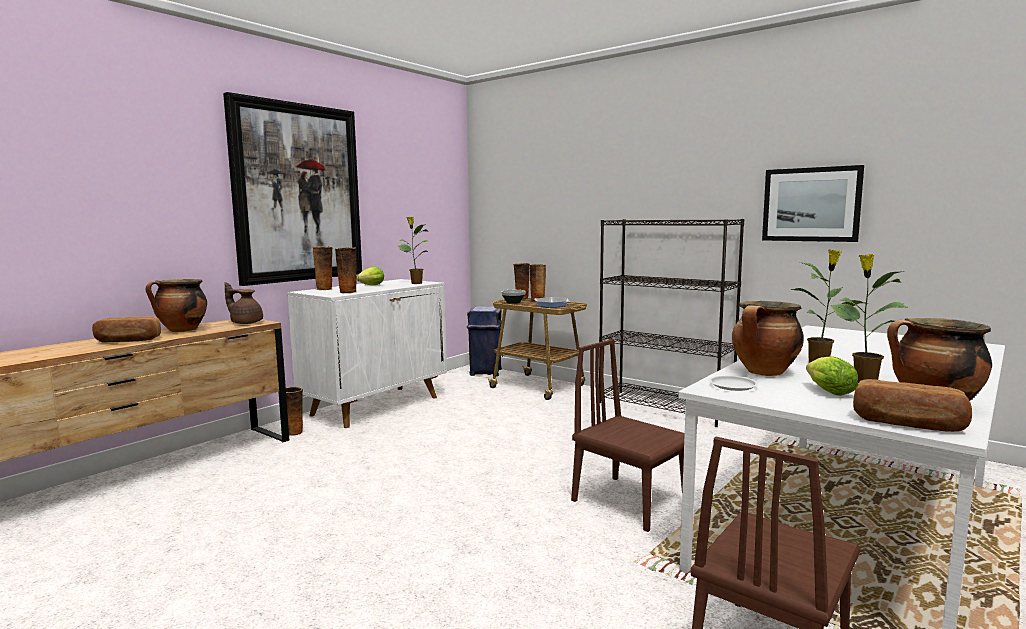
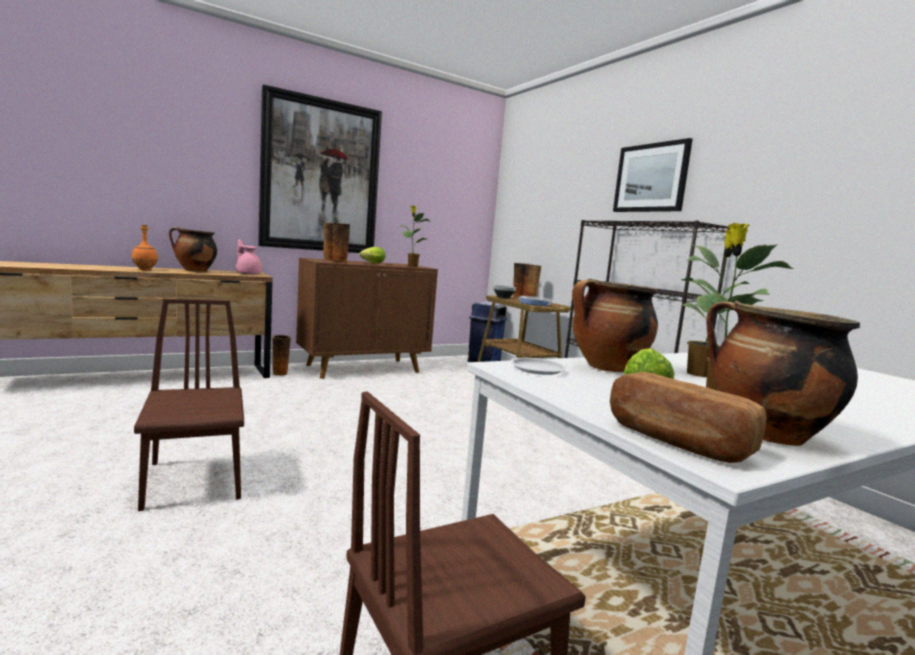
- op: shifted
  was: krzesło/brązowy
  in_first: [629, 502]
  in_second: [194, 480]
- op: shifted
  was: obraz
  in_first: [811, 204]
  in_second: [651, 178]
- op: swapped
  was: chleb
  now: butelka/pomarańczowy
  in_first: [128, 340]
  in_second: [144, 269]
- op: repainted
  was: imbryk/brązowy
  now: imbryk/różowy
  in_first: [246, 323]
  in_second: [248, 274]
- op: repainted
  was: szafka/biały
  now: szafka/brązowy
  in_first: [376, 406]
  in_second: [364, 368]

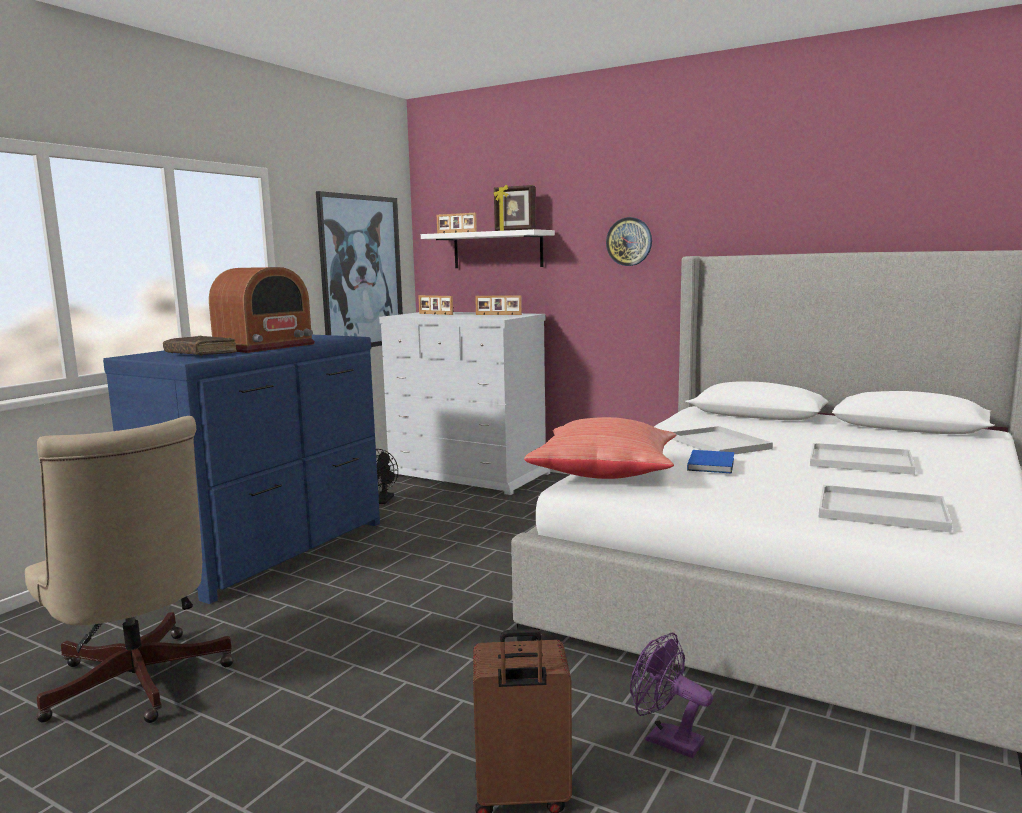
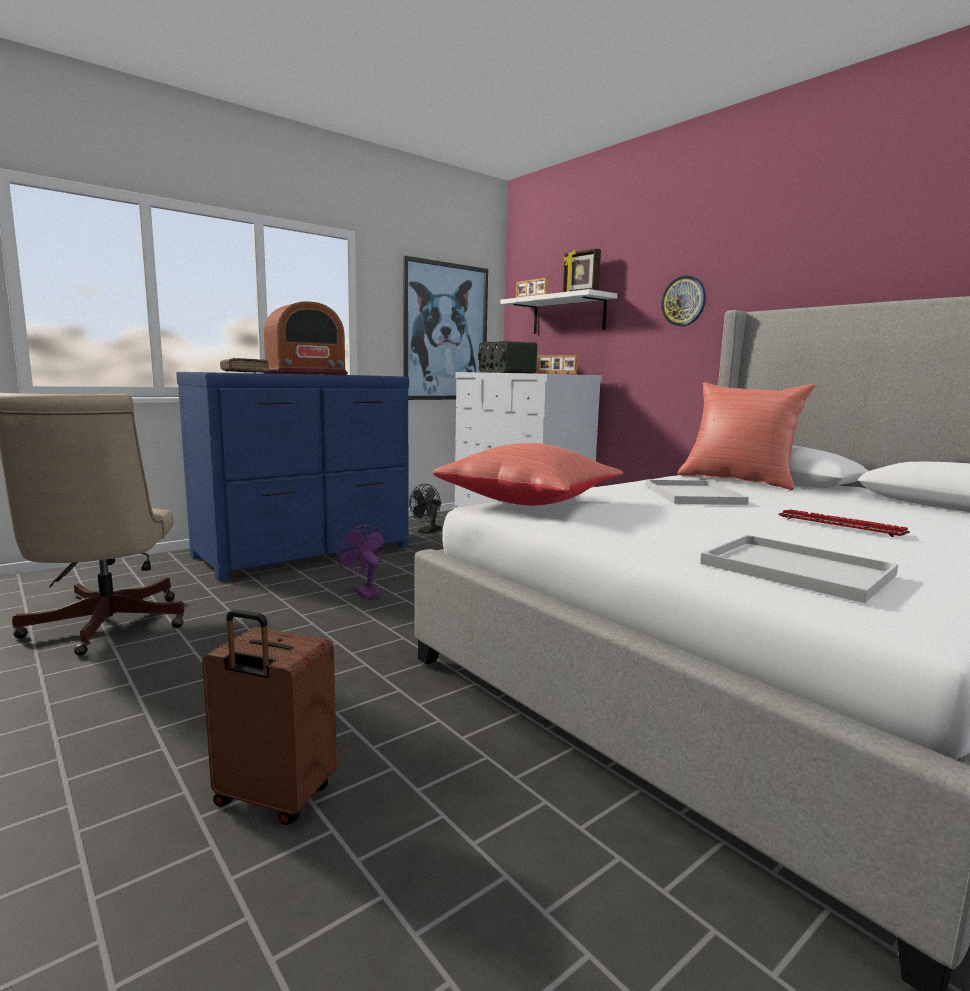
- op: gone
  was: książka/niebieski
  in_first: [712, 464]
- op: new
  now: poduszka/czerwony
  in_second: [738, 480]
- op: shifted
  was: wentylator/fioletowy
  in_first: [665, 740]
  in_second: [364, 591]
- op: swapped
  was: ramka na zdjęcie
  now: radio
  in_first: [435, 314]
  in_second: [505, 372]
- op: swapped
  was: taca/biały
  now: klawiatura
  in_first: [858, 461]
  in_second: [840, 525]

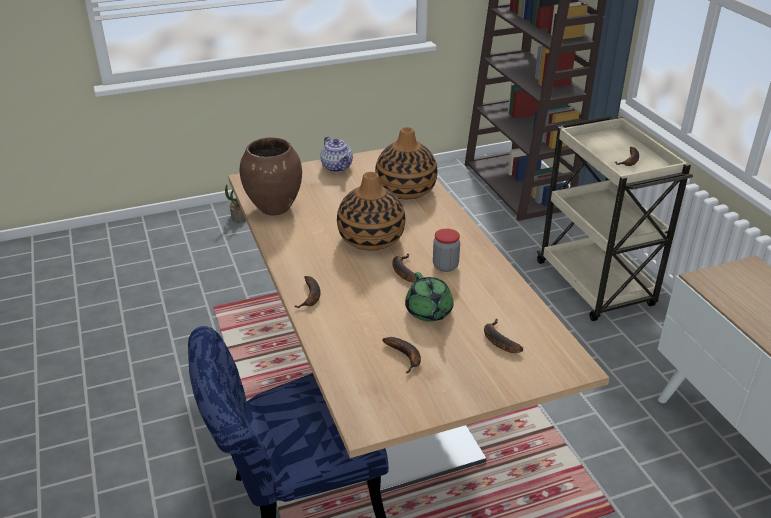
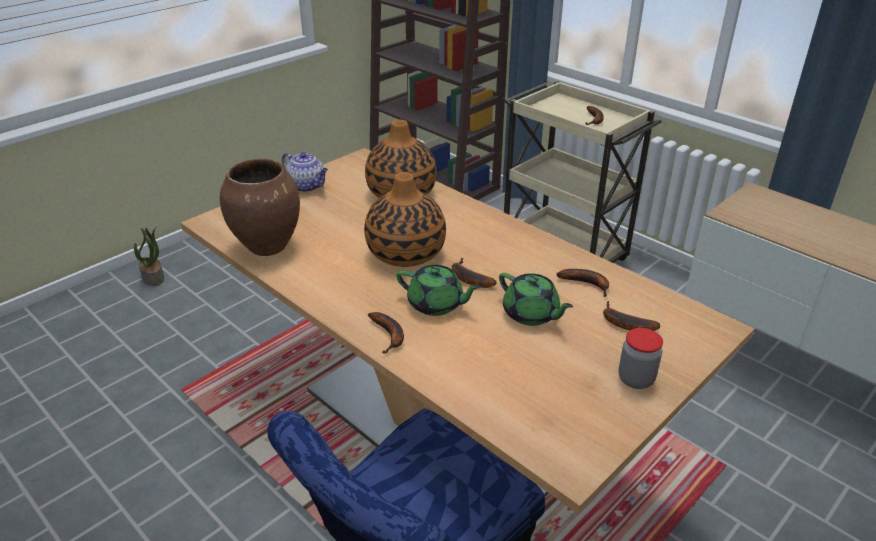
- op: new
  now: imbryk/zielony
  in_second: [436, 304]
- op: shifted
  was: banan
  in_first: [406, 356]
  in_second: [587, 284]
- op: shifted
  was: słoik
  in_first: [445, 266]
  in_second: [636, 379]

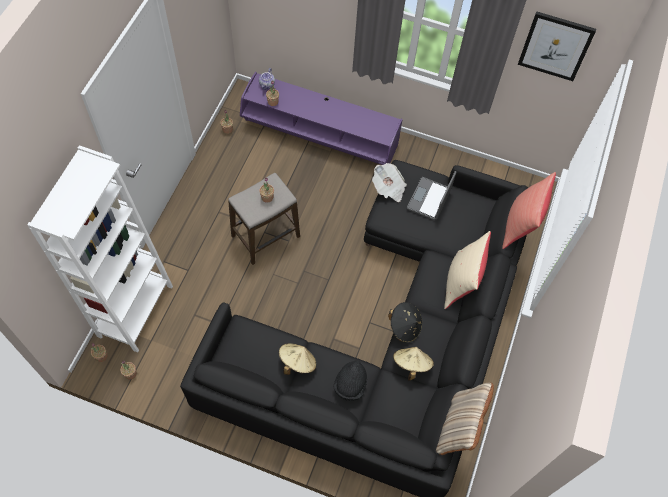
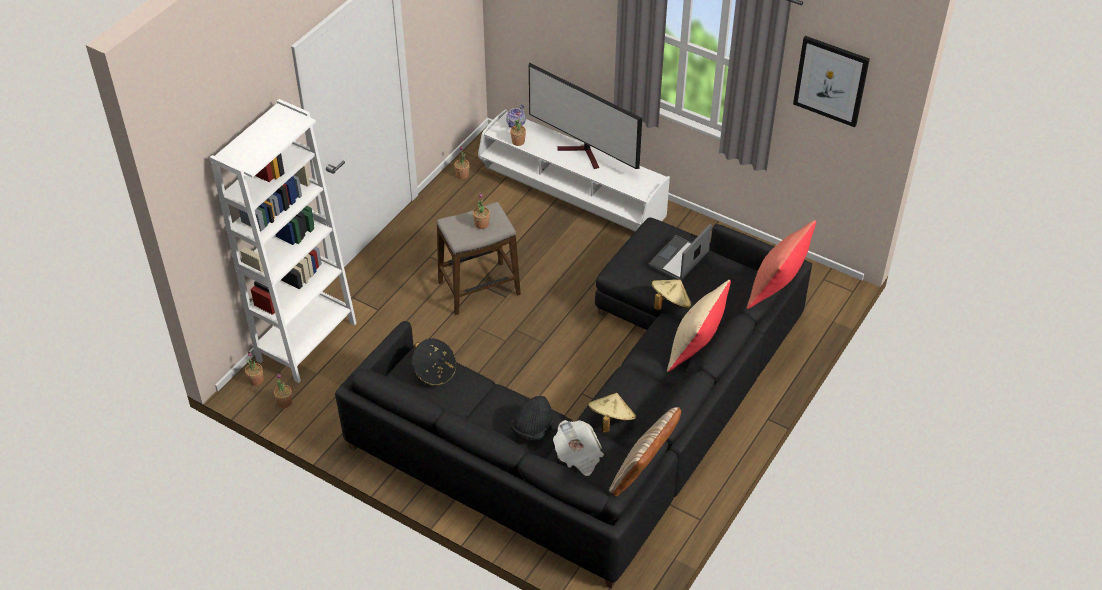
- op: new
  now: telewizor
  in_second: [584, 154]
- op: shifted
  was: kapelusz/beżowy
  in_first: [297, 362]
  in_second: [670, 304]
- op: shifted
  was: gazeta
  in_first: [388, 188]
  in_second: [578, 456]
- op: shifted
  was: kapelusz/czarny
  in_first: [404, 326]
  in_second: [434, 372]
- op: repainted
  was: szafka pod telewizor/fioletowy
  now: szafka pod telewizor/biały
  in_first: [319, 136]
  in_second: [572, 195]

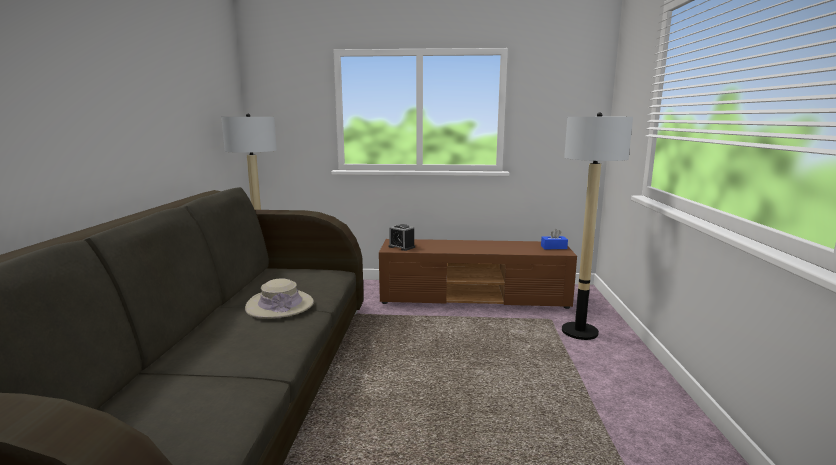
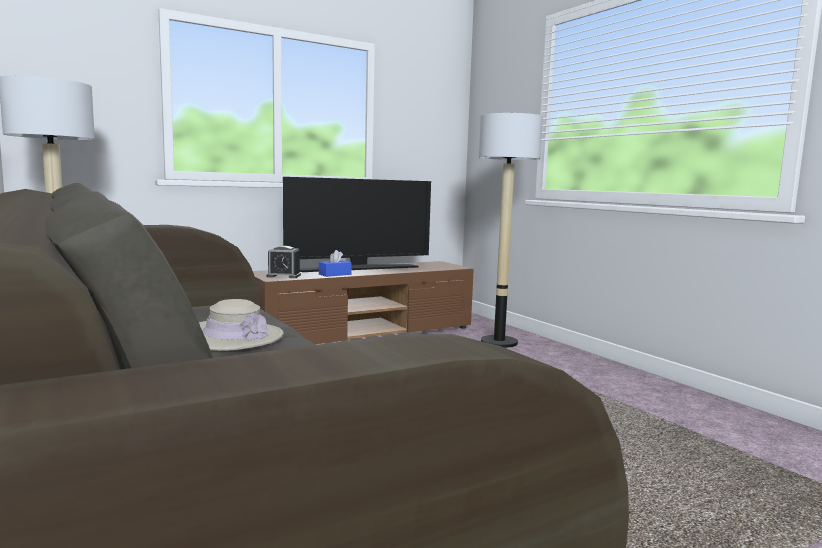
- op: new
  now: telewizor
  in_second: [359, 269]
- op: shifted
  was: pudełko chusteczek/niebieski
  in_first: [553, 247]
  in_second: [335, 274]

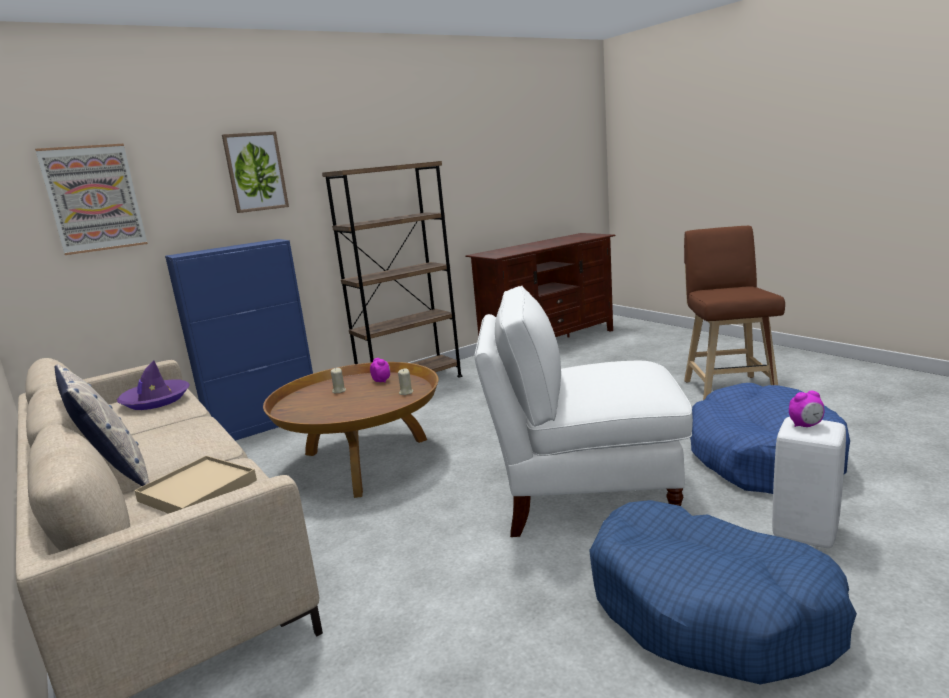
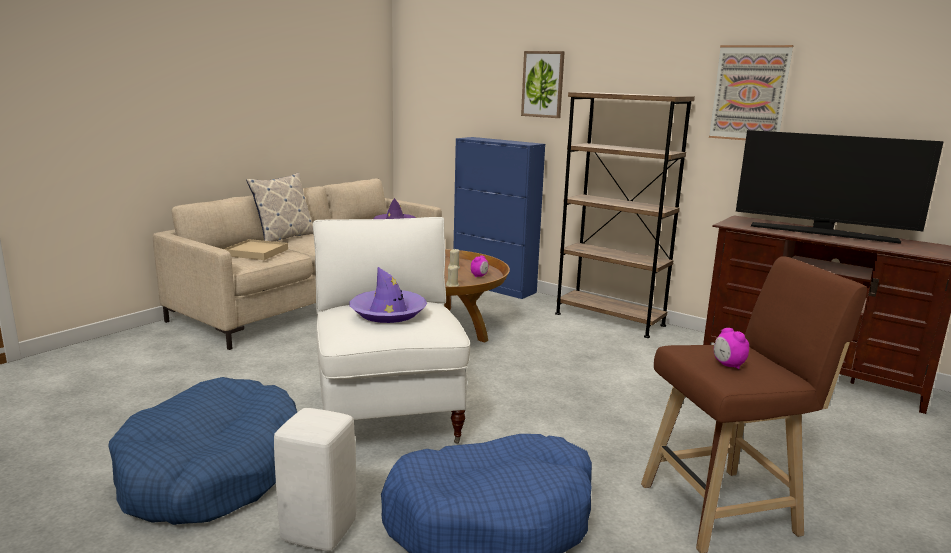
- op: new
  now: kapelusz/fioletowy
  in_second: [388, 313]
- op: new
  now: telewizor
  in_second: [823, 233]
- op: shifted
  was: obraz
  in_first: [94, 198]
  in_second: [749, 93]
- op: shifted
  was: budzik
  in_first: [805, 425]
  in_second: [728, 365]

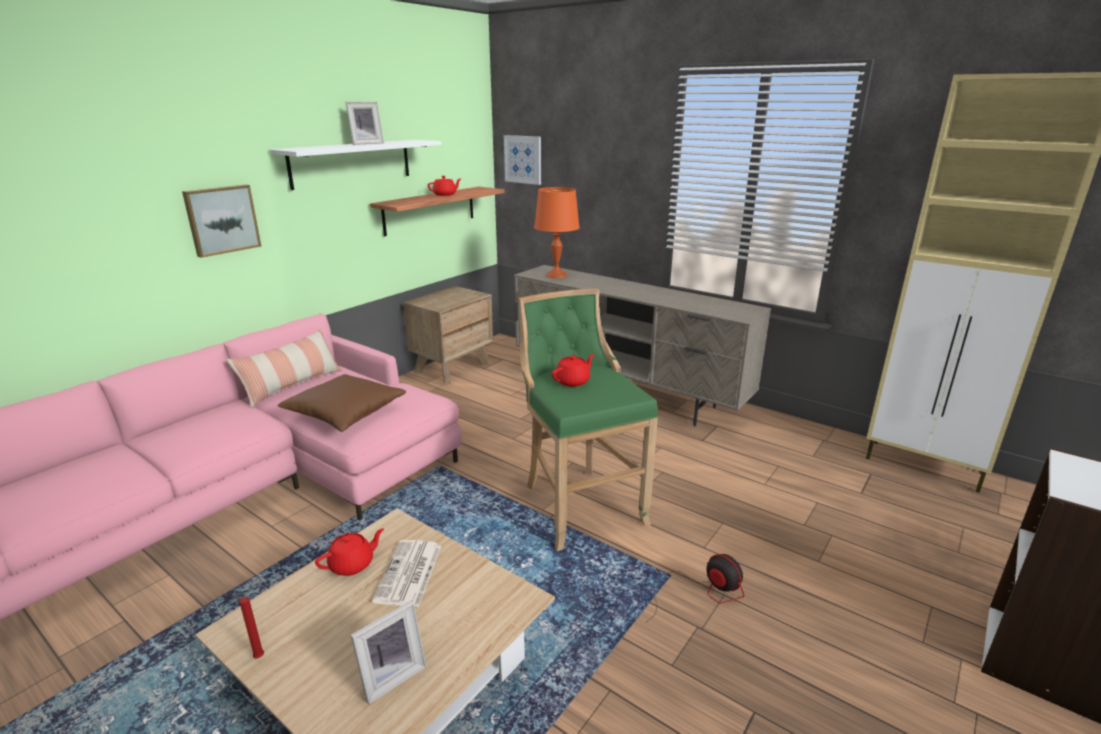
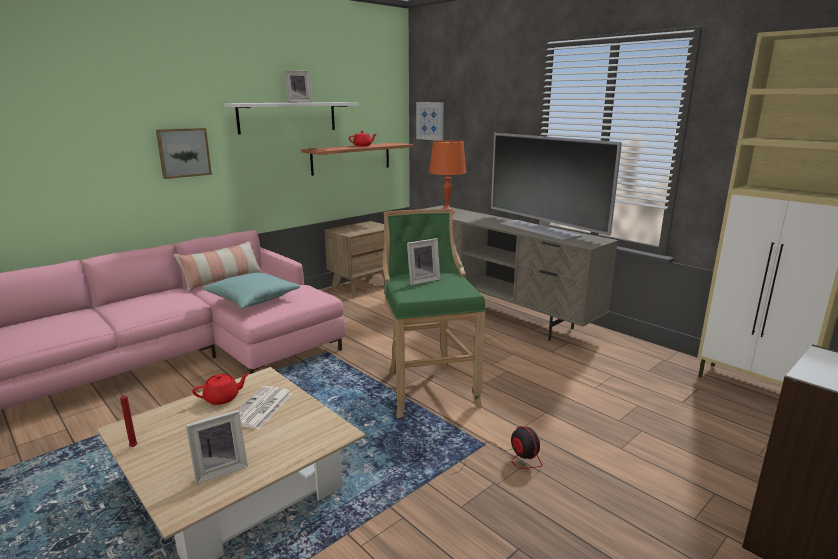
- op: new
  now: telewizor
  in_second: [540, 230]
- op: swapped
  was: imbryk/czerwony
  now: ramka na zdjęcie
  in_first: [573, 381]
  in_second: [422, 280]
- op: repainted
  was: poduszka/brązowy
  now: poduszka/turkusowy
  in_first: [345, 413]
  in_second: [253, 300]

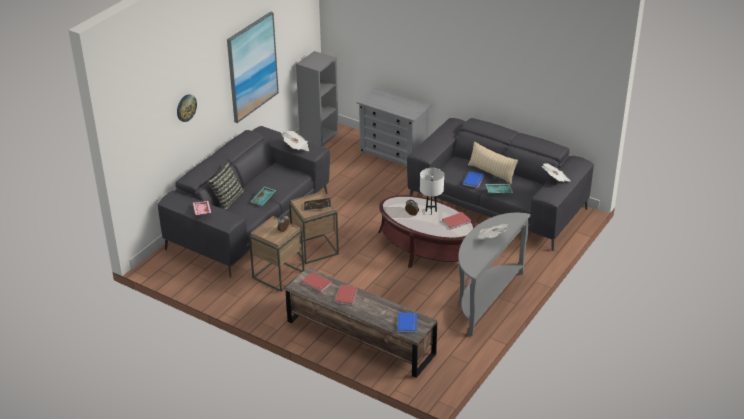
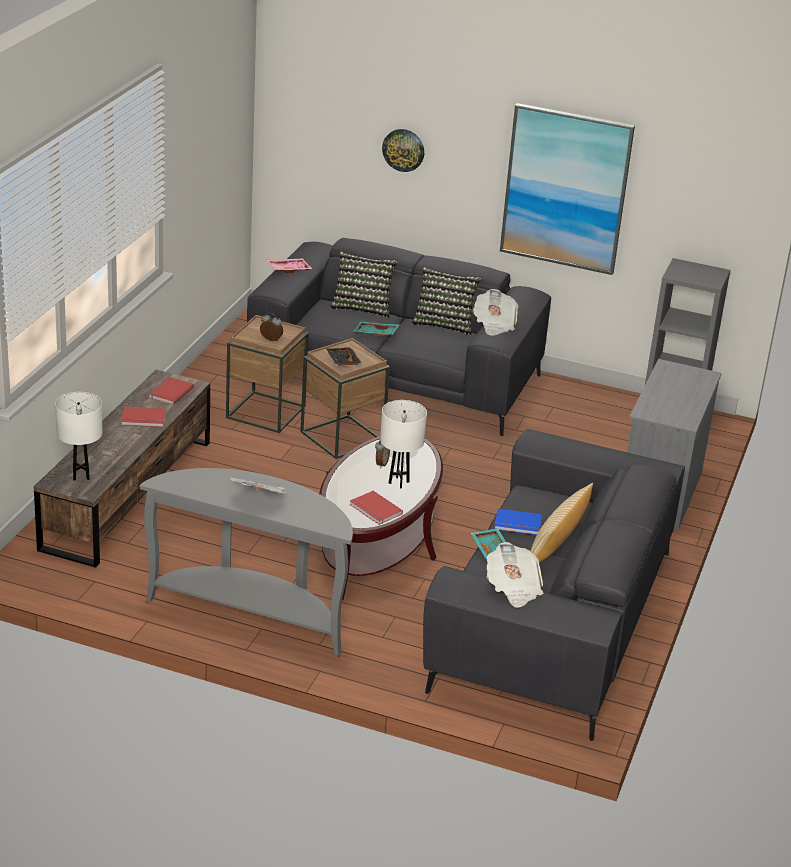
- op: new
  now: poduszka
  in_second: [444, 324]
- op: swapped
  was: książka/niebieski
  now: lampa stołowa/biały
  in_first: [408, 323]
  in_second: [81, 476]

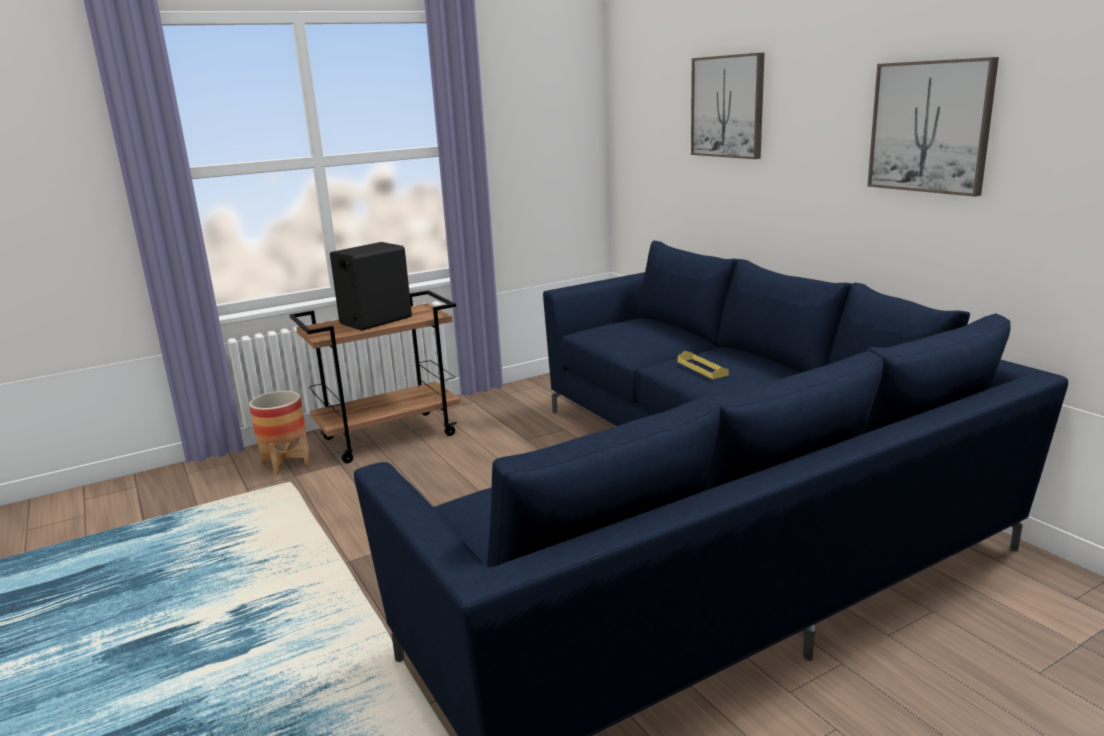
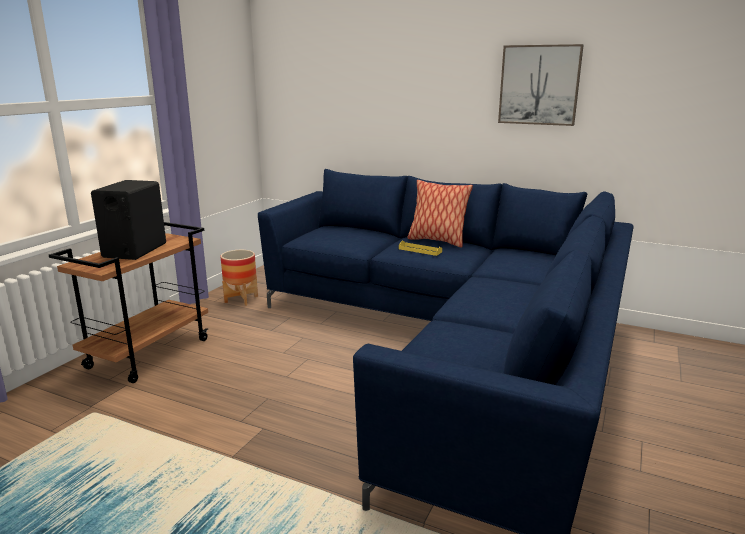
- op: gone
  was: obraz
  in_first: [727, 106]
- op: new
  now: poduszka
  in_second: [437, 241]
- op: shifted
  was: donica
  in_first: [286, 464]
  in_second: [241, 299]

